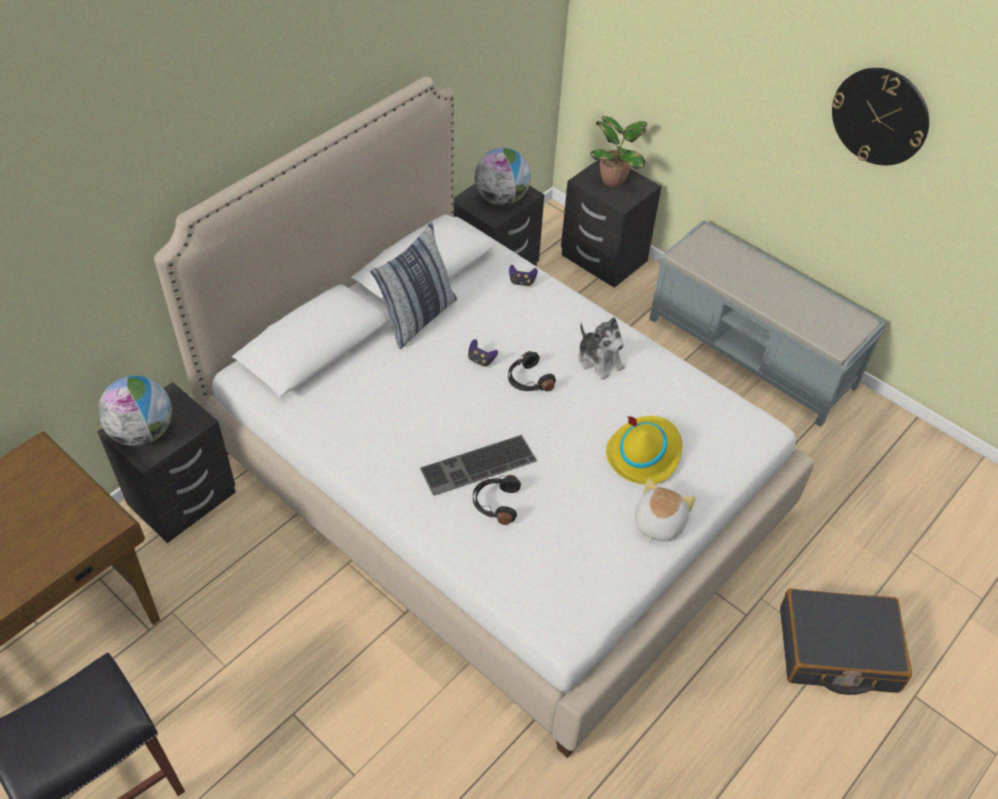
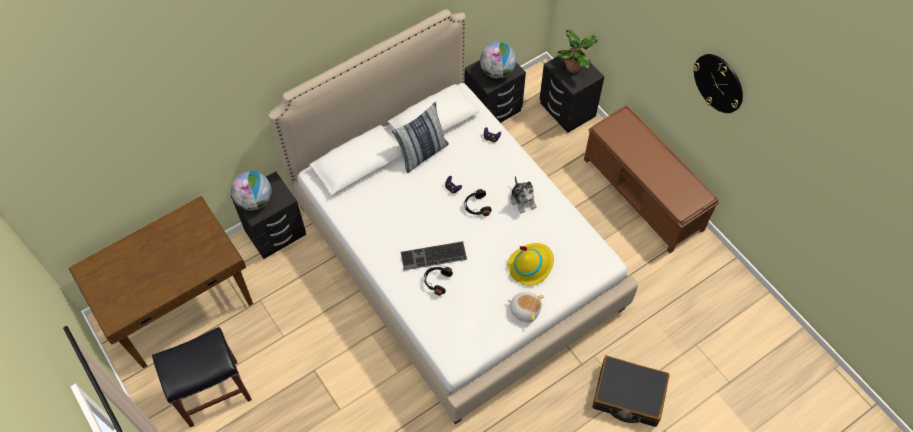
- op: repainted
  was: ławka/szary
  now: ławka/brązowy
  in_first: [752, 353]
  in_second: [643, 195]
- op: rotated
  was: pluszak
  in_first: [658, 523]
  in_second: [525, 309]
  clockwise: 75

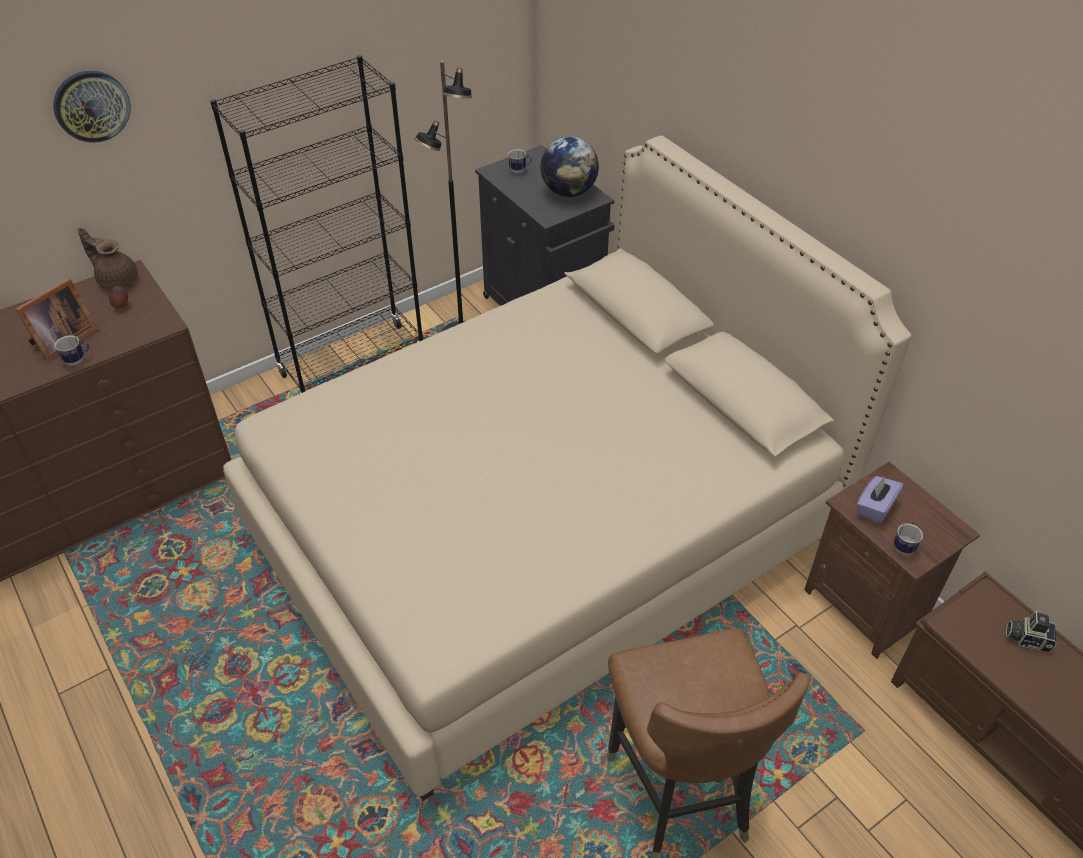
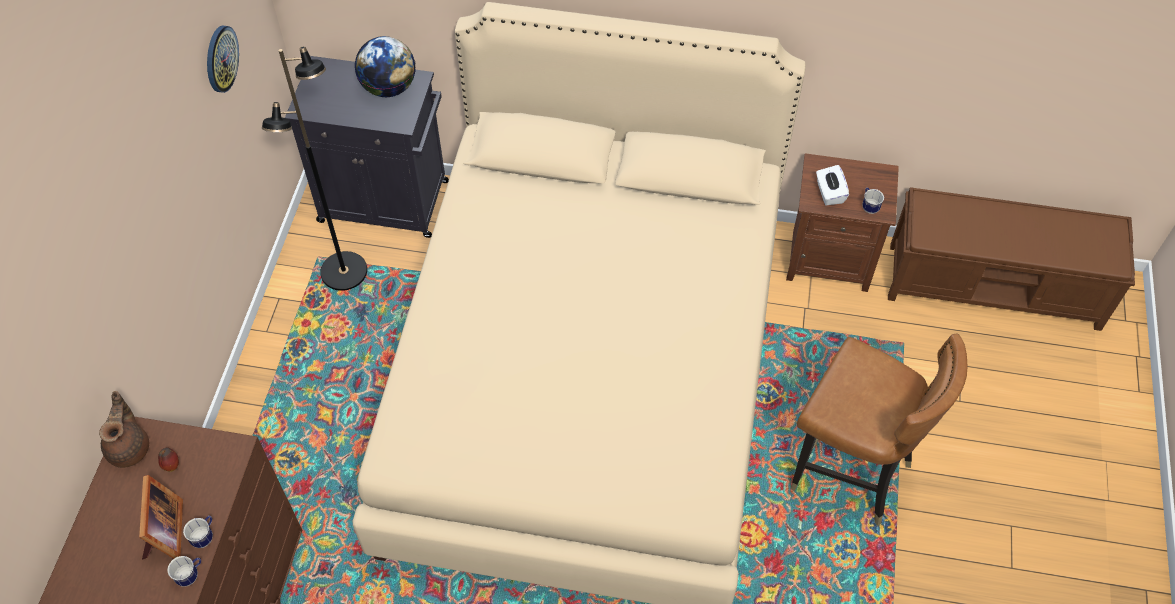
- op: gone
  was: regał/czarny
  in_first: [353, 363]
- op: gone
  was: aparat fotograficzny
  in_first: [1027, 638]
- op: shifted
  was: zegar ścienny
  in_first: [91, 106]
  in_second: [221, 58]
- op: shifted
  was: kubek
  in_first: [520, 170]
  in_second: [191, 575]
- op: repainted
  was: pudełko chusteczek/fioletowy
  now: pudełko chusteczek/biały
  in_first: [875, 507]
  in_second: [829, 193]
- op: rotated
  was: imbryk/brązowy
  in_first: [117, 280]
  in_second: [130, 447]
  clockwise: 105

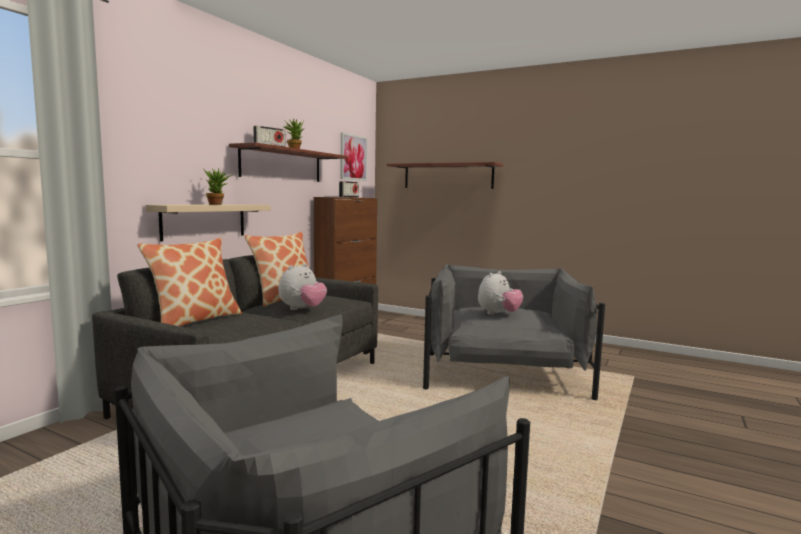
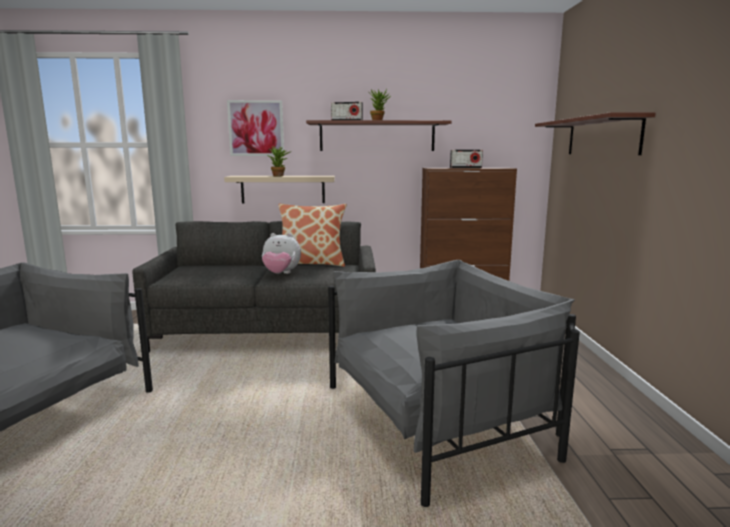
- op: gone
  was: poduszka
  in_first: [194, 320]
- op: gone
  was: pluszak
  in_first: [498, 314]
- op: shifted
  was: obraz
  in_first: [353, 157]
  in_second: [256, 128]

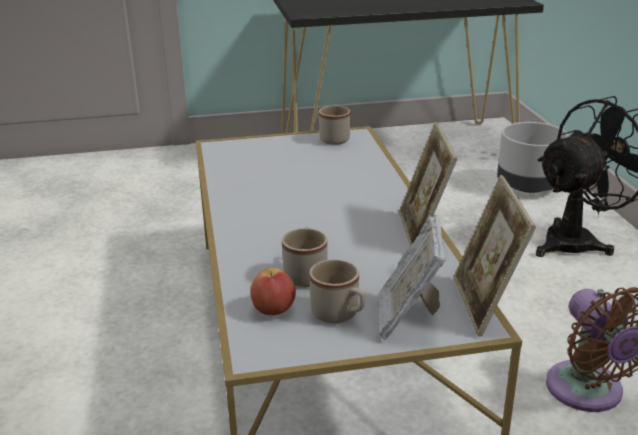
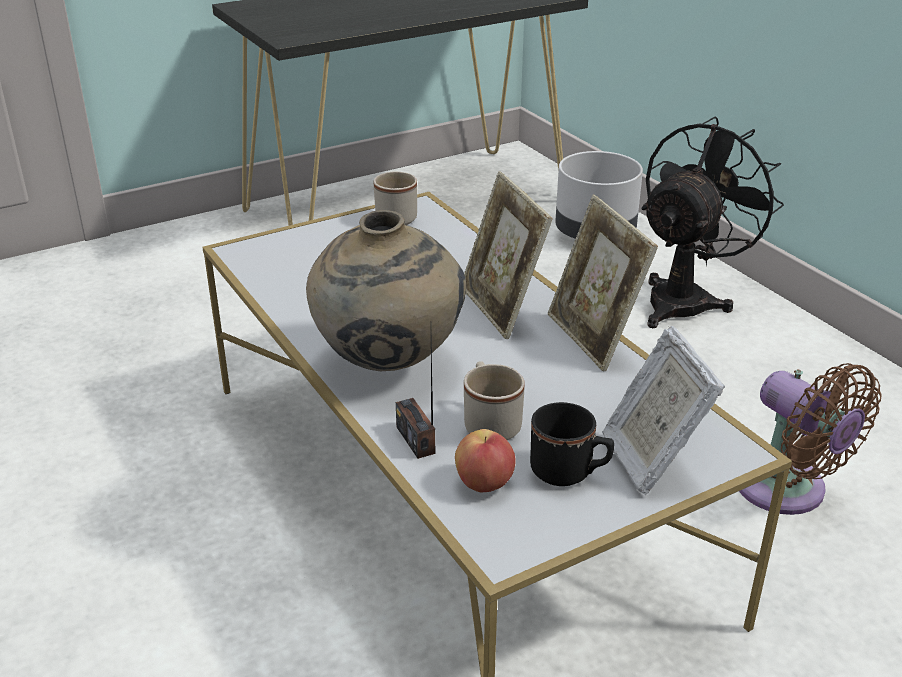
- op: new
  now: wazon/beżowy
  in_second: [390, 364]
- op: new
  now: radio
  in_second: [416, 440]
- op: shifted
  was: ramka na zdjęcie
  in_first: [485, 305]
  in_second: [501, 309]
- op: repainted
  was: kubek/beżowy
  now: kubek/czarny
  in_first: [340, 315]
  in_second: [569, 473]

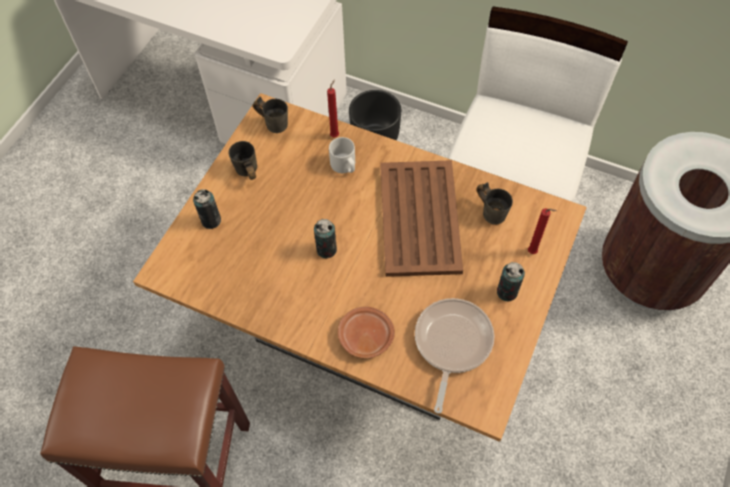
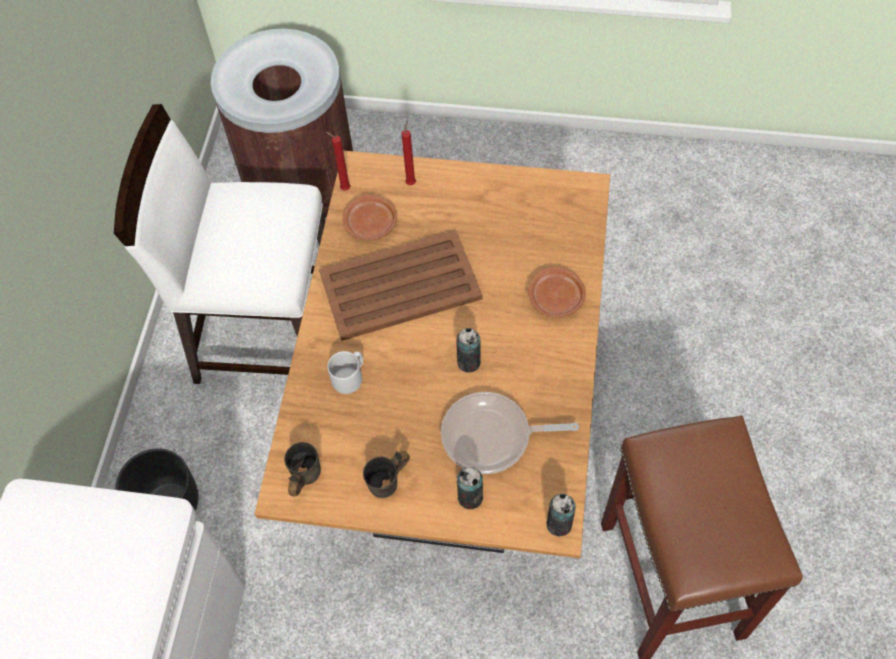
- op: shifted
  was: świeca/czerwony
  in_first: [335, 135]
  in_second: [343, 188]
- op: shifted
  was: patelnia
  in_first: [451, 344]
  in_second: [492, 437]
- op: shifted
  was: puszka
  in_first: [507, 292]
  in_second: [559, 524]
- op: swapped
  was: kubek/szary
  now: talerz/brązowy
  in_first: [492, 210]
  in_second: [371, 224]

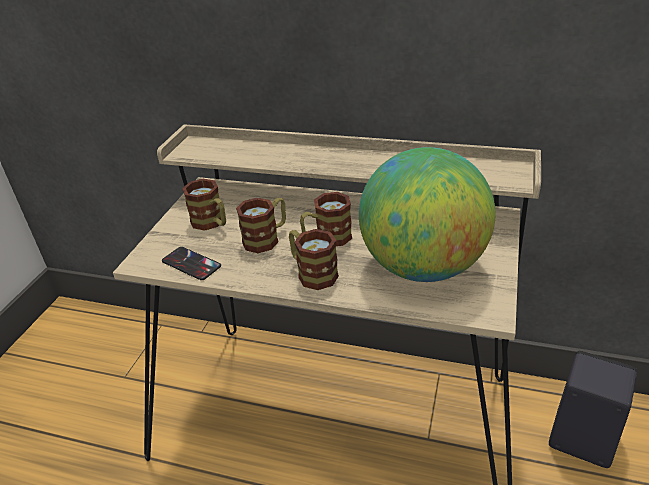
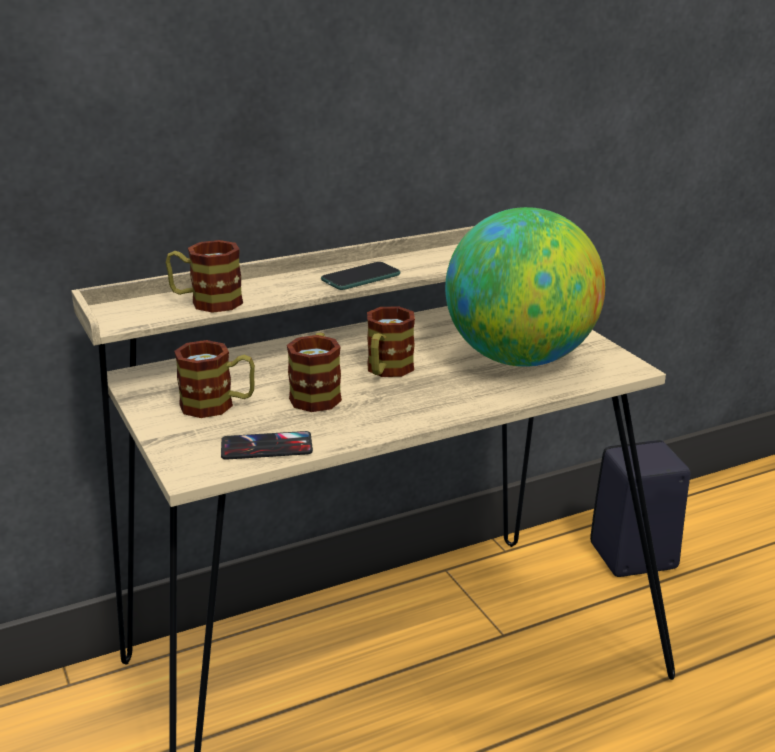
- op: new
  now: telefon
  in_second: [360, 278]
- op: shifted
  was: kubek
  in_first: [312, 273]
  in_second: [206, 302]

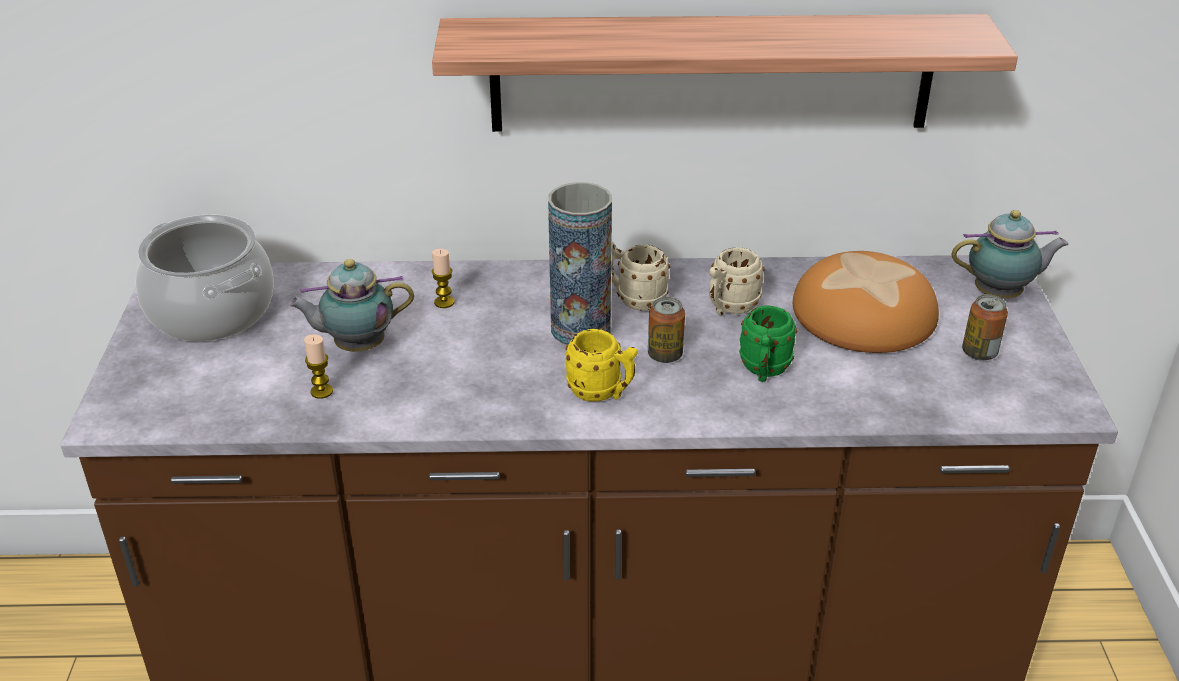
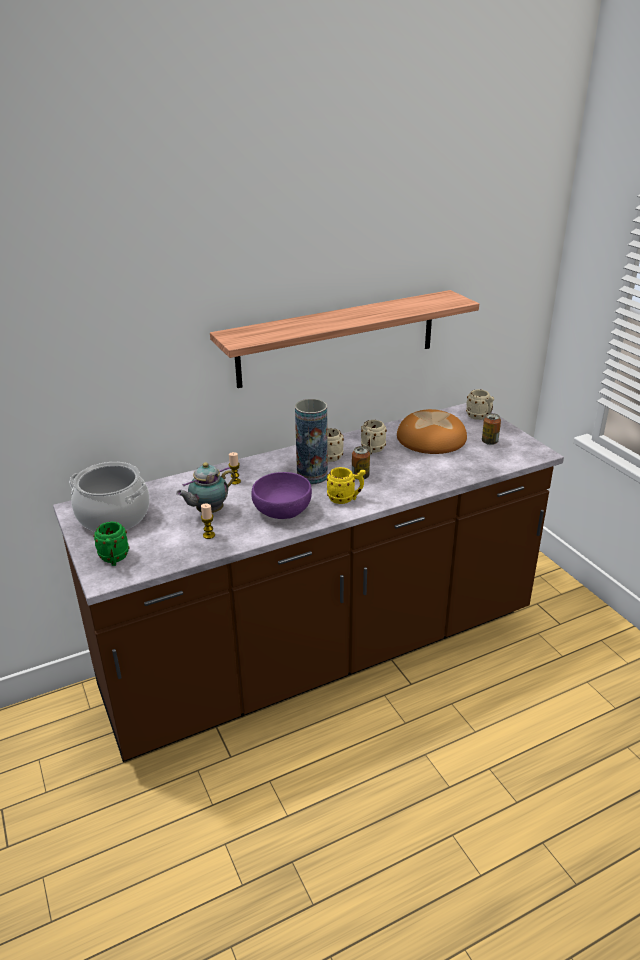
- op: new
  now: miska/fioletowy
  in_second: [282, 509]
- op: shifted
  was: kubek/zielony
  in_first: [764, 371]
  in_second: [114, 559]
- op: swapped
  was: imbryk
  now: kubek/beżowy
  in_first: [1000, 295]
  in_second: [480, 418]

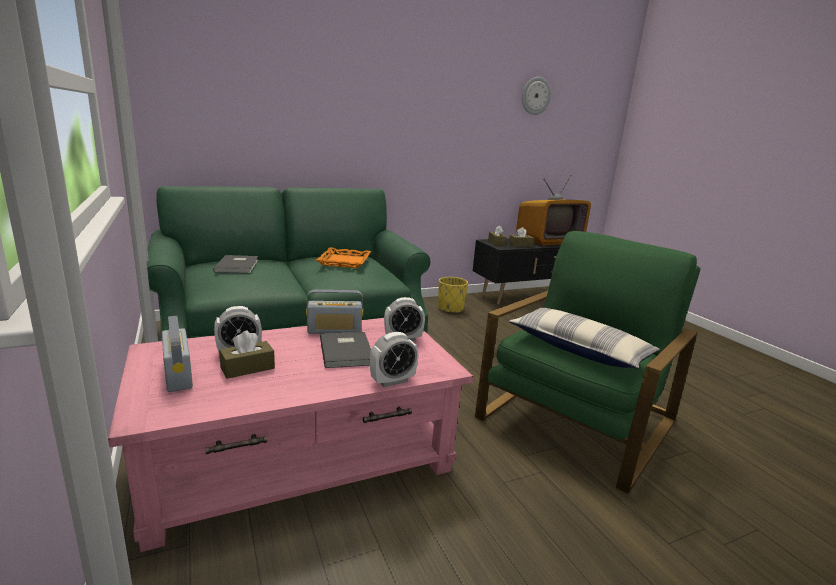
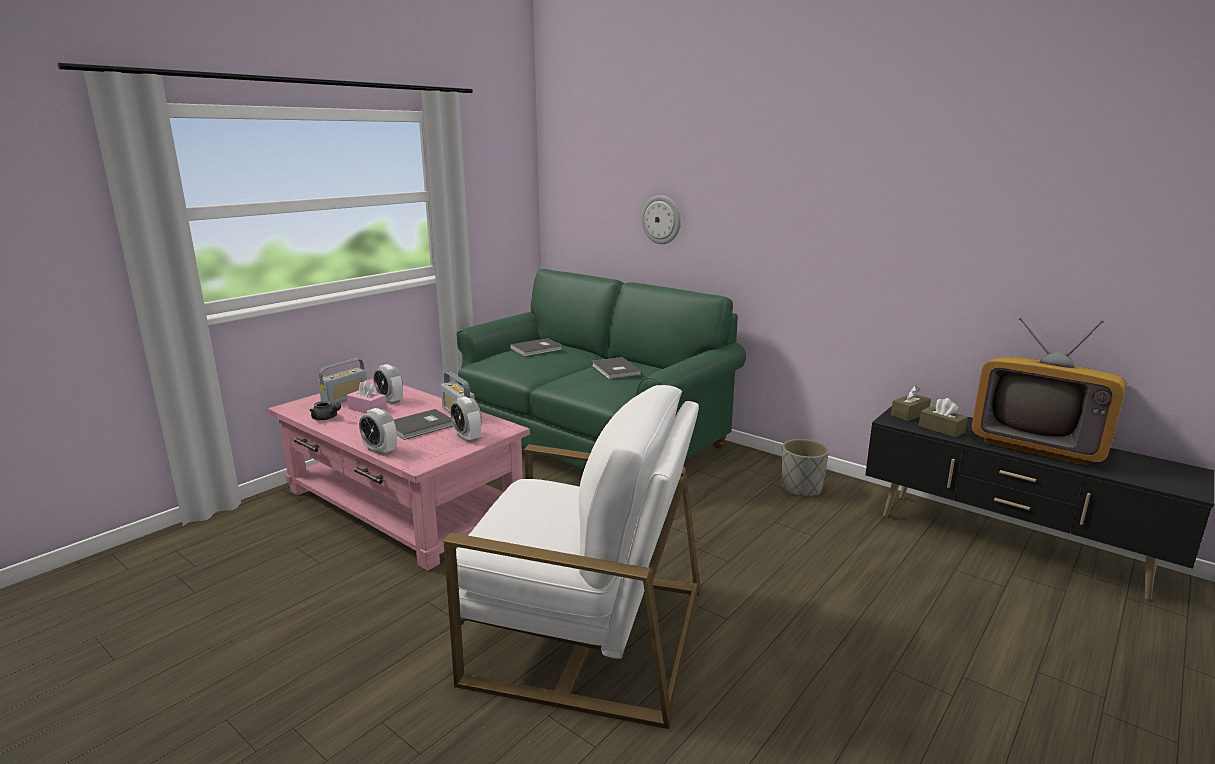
- op: gone
  was: poduszka
  in_first: [578, 349]
- op: new
  now: imbryk/szary
  in_second: [326, 418]
- op: shifted
  was: zegar ścienny
  in_first: [535, 96]
  in_second: [661, 219]
- op: swapped
  was: taca/pomarańczowy
  now: książka/szary
  in_first: [345, 262]
  in_second: [615, 370]
- op: repainted
  was: pudełko chusteczek/brązowy
  now: pudełko chusteczek/różowy
  in_first: [247, 368]
  in_second: [367, 409]
- op: repainted
  was: donica/żółty
  now: donica/szary
  in_first: [451, 309]
  in_second: [801, 489]
- op: repainted
  was: fotel/zielony
  now: fotel/biały
  in_first: [576, 421]
  in_second: [585, 633]

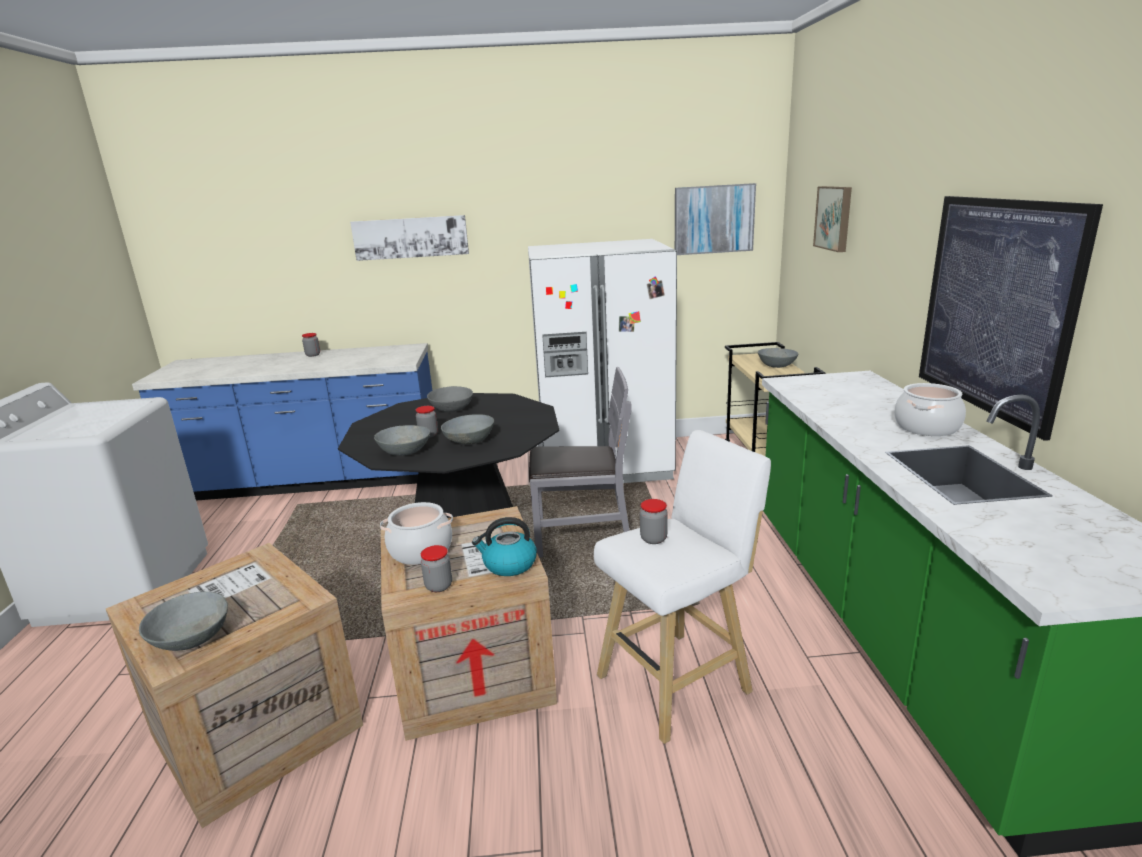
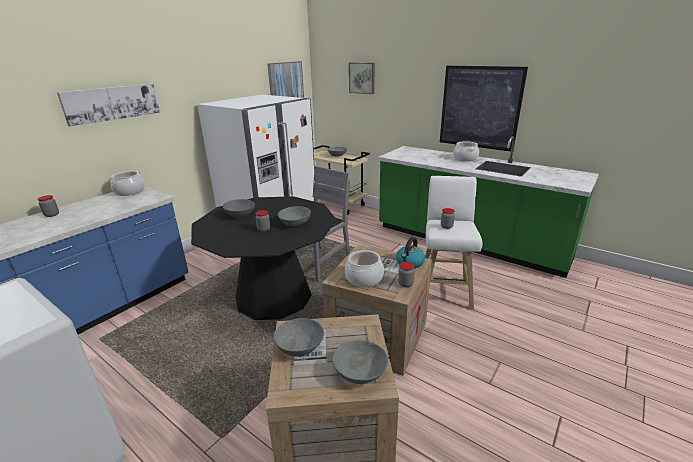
- op: new
  now: garnek
  in_second: [130, 192]
- op: shifted
  was: miska/szary
  in_first: [404, 452]
  in_second: [300, 347]

